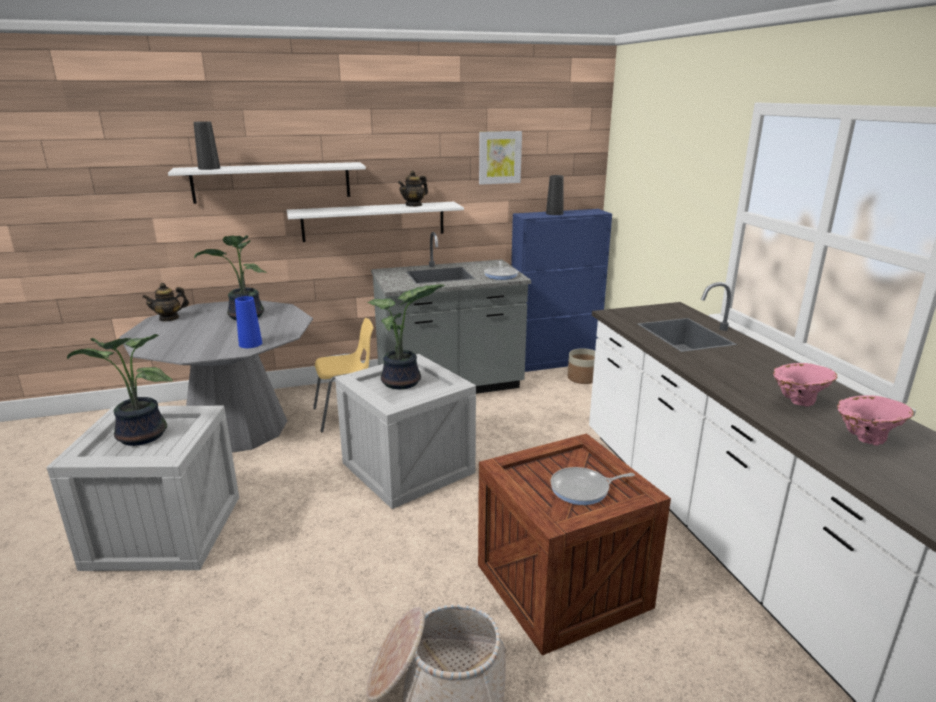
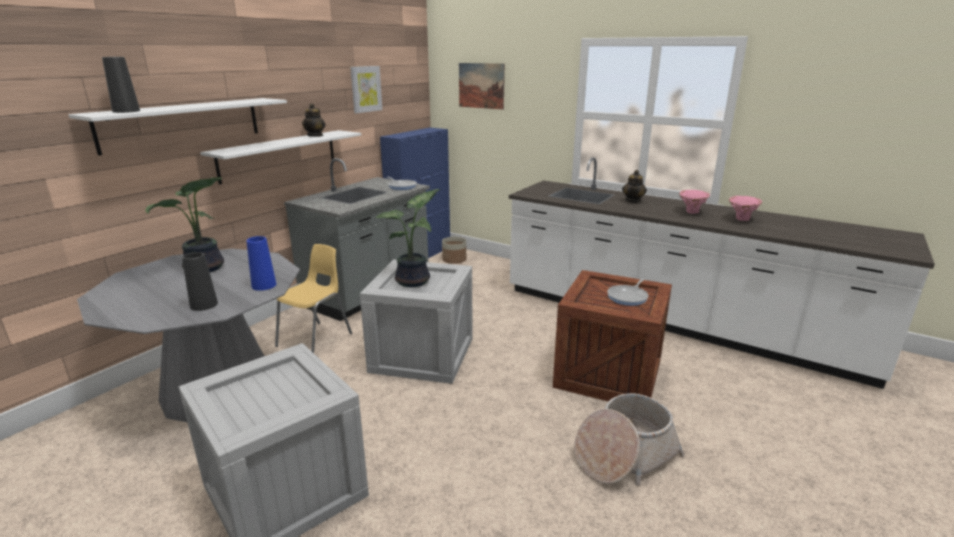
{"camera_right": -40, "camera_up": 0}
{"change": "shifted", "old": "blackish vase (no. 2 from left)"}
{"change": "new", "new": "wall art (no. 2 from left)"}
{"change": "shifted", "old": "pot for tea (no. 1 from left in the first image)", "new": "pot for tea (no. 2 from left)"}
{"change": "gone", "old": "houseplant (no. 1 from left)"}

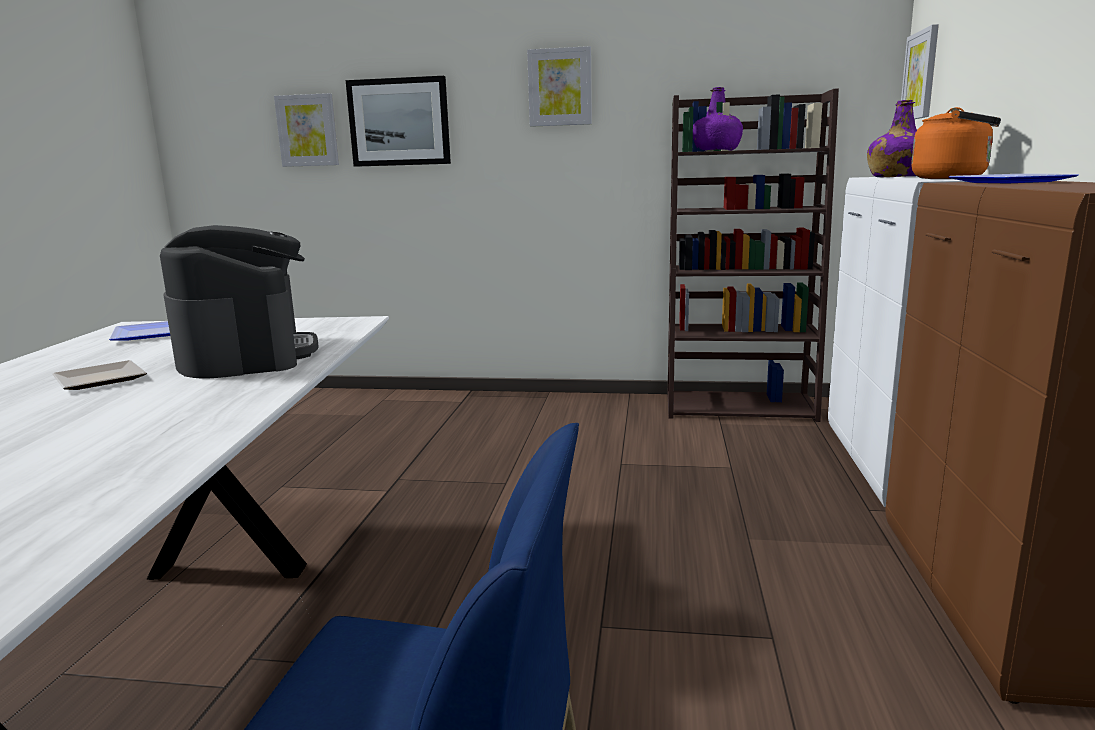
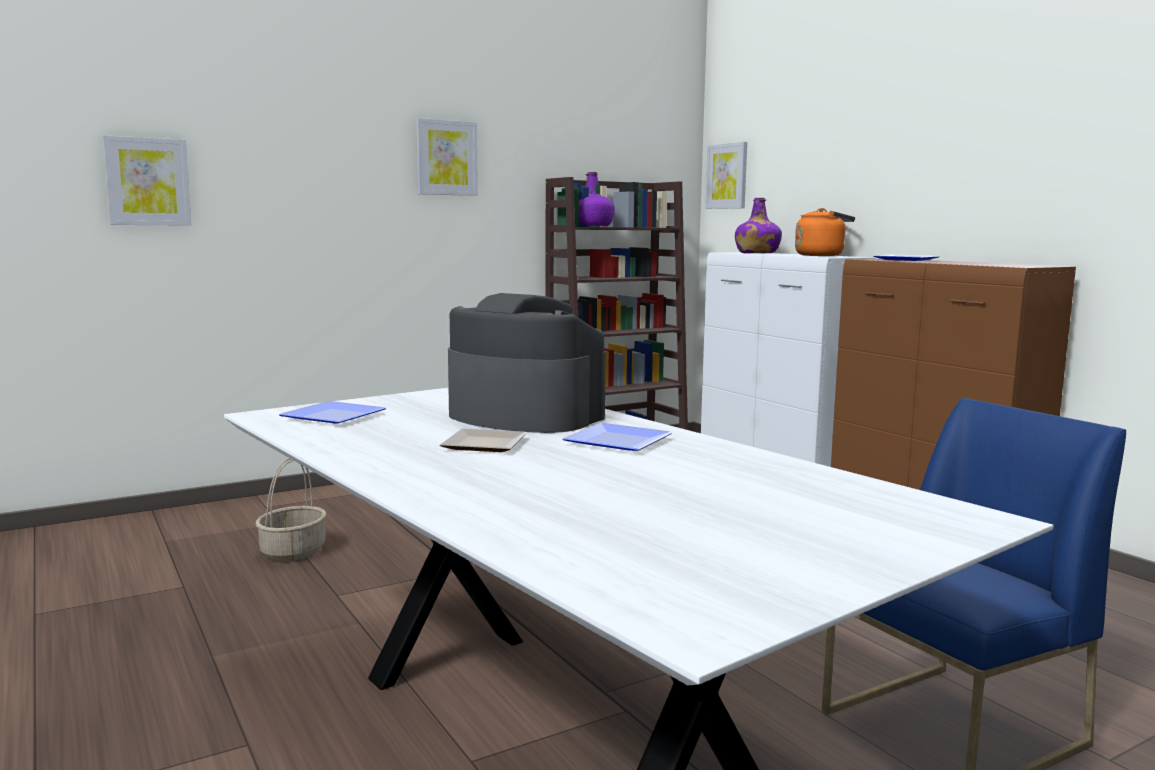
{"camera_right": -40, "camera_up": -5}
{"change": "new", "new": "storage basket"}
{"change": "new", "new": "dinner plate (no. 3 from left)"}
{"change": "gone", "old": "wall art (no. 2 from left)"}

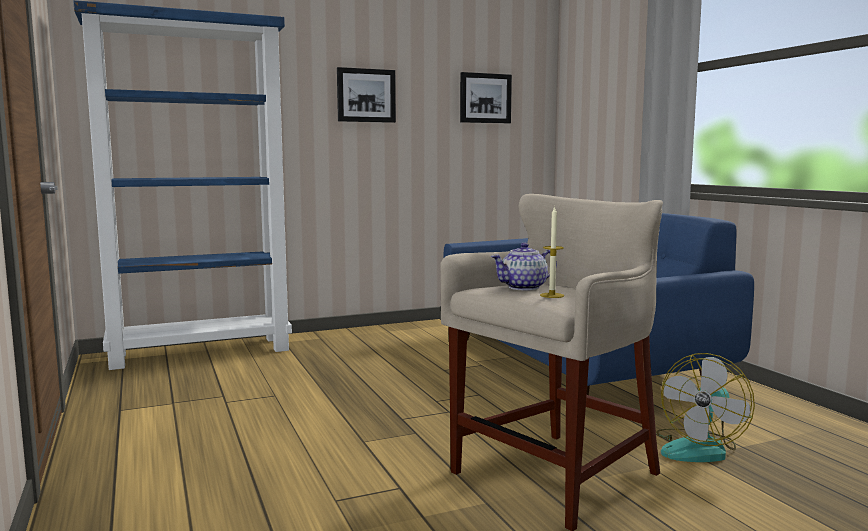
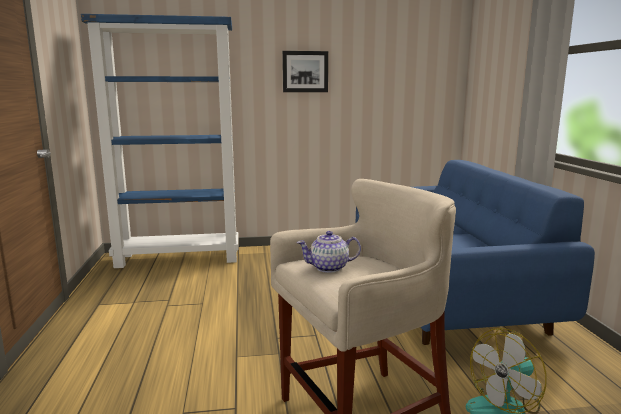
{"camera_right": 15, "camera_up": 5}
{"change": "gone", "old": "wall art (no. 2 from left)"}
{"change": "gone", "old": "candle"}

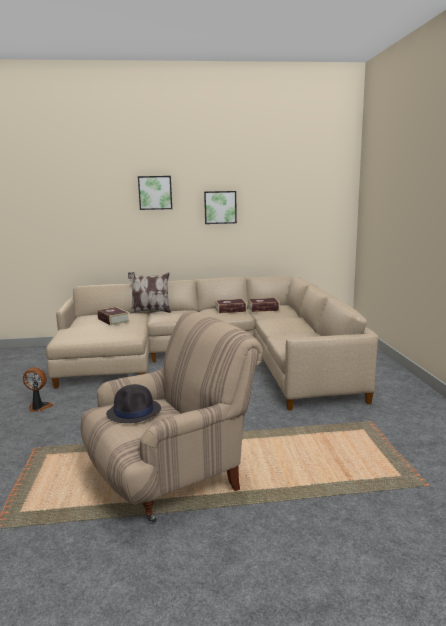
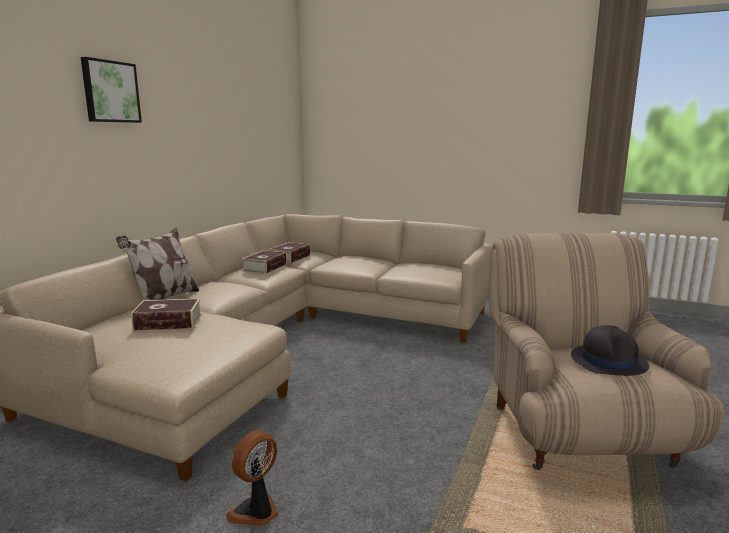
{"camera_right": -60, "camera_up": 0}
{"change": "gone", "old": "wall art (no. 2 from left)"}

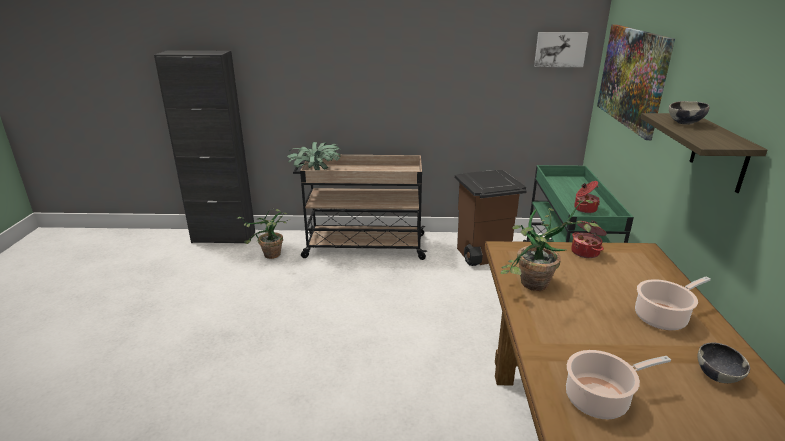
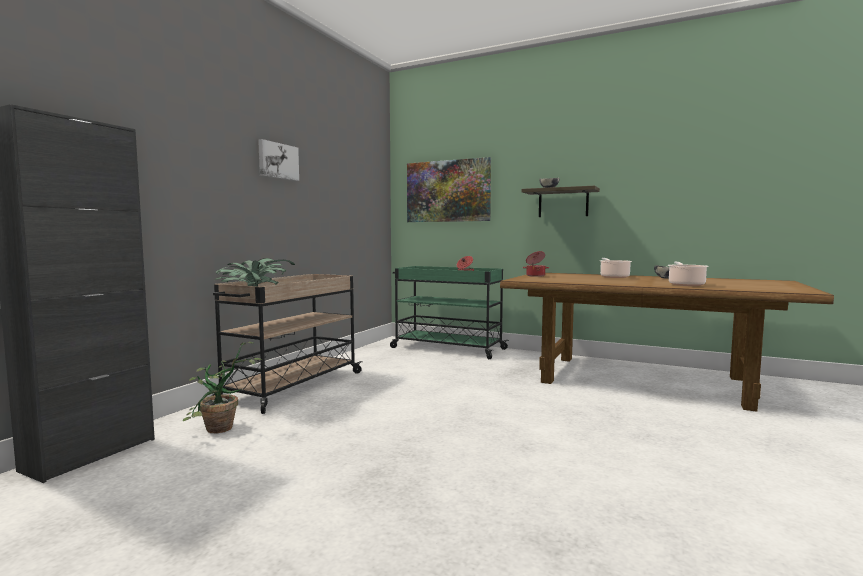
{"camera_right": -65, "camera_up": -20}
{"change": "shifted", "old": "wall art (no. 1 from left)"}
{"change": "gone", "old": "brownish waste bin"}
{"change": "gone", "old": "houseplant (no. 3 from left)"}

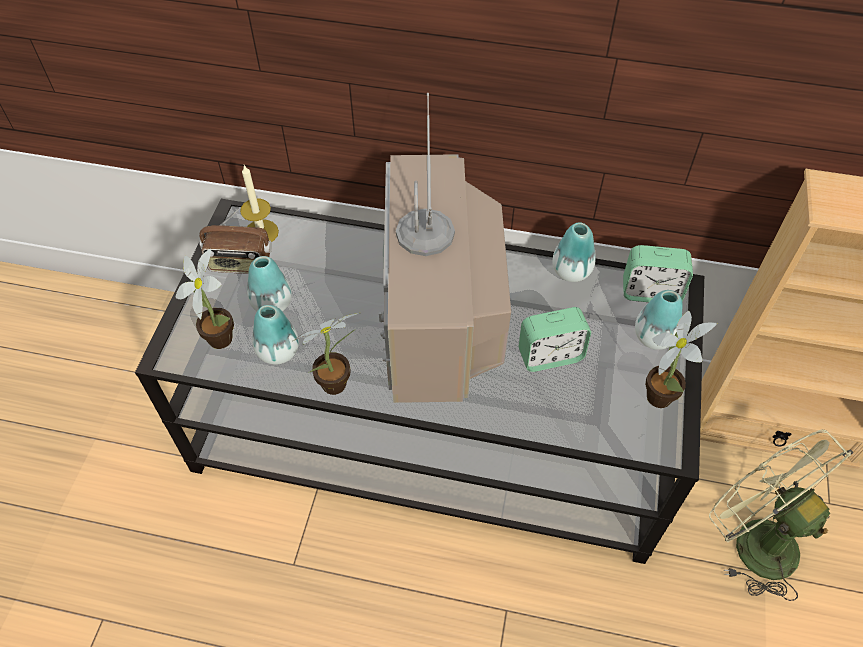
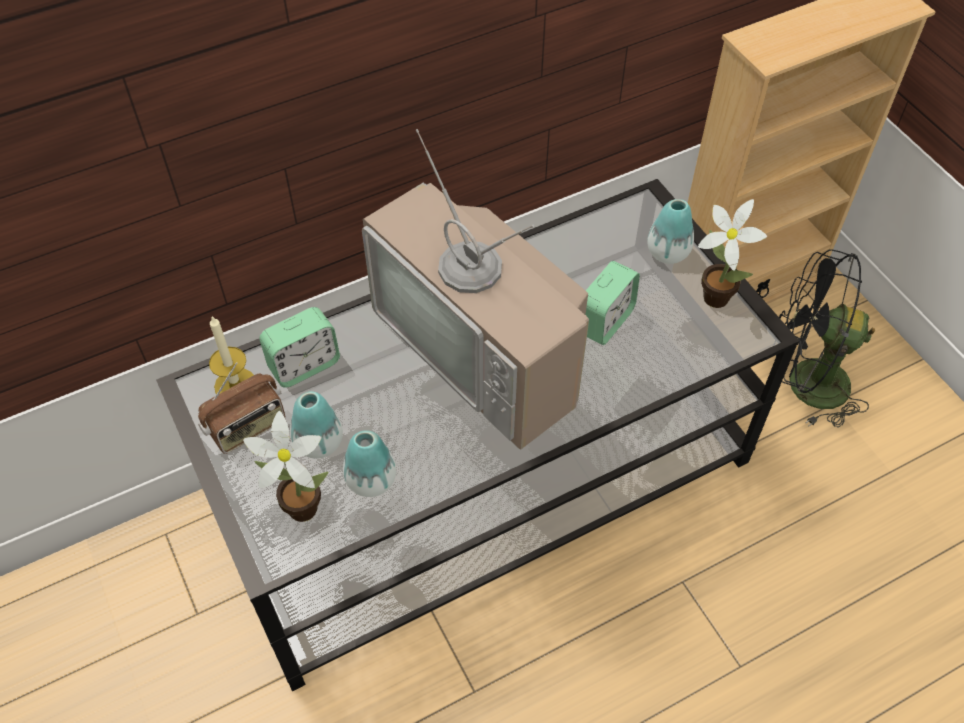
{"camera_right": -40, "camera_up": 0}
{"change": "shifted", "old": "bedside clock (no. 2 from left in the first image)", "new": "bedside clock (no. 1 from left)"}
{"change": "repainted", "old": "green electric fan", "new": "blackish electric fan"}
{"change": "gone", "old": "houseplant (no. 2 from left)"}
{"change": "gone", "old": "vase (no. 3 from left)"}

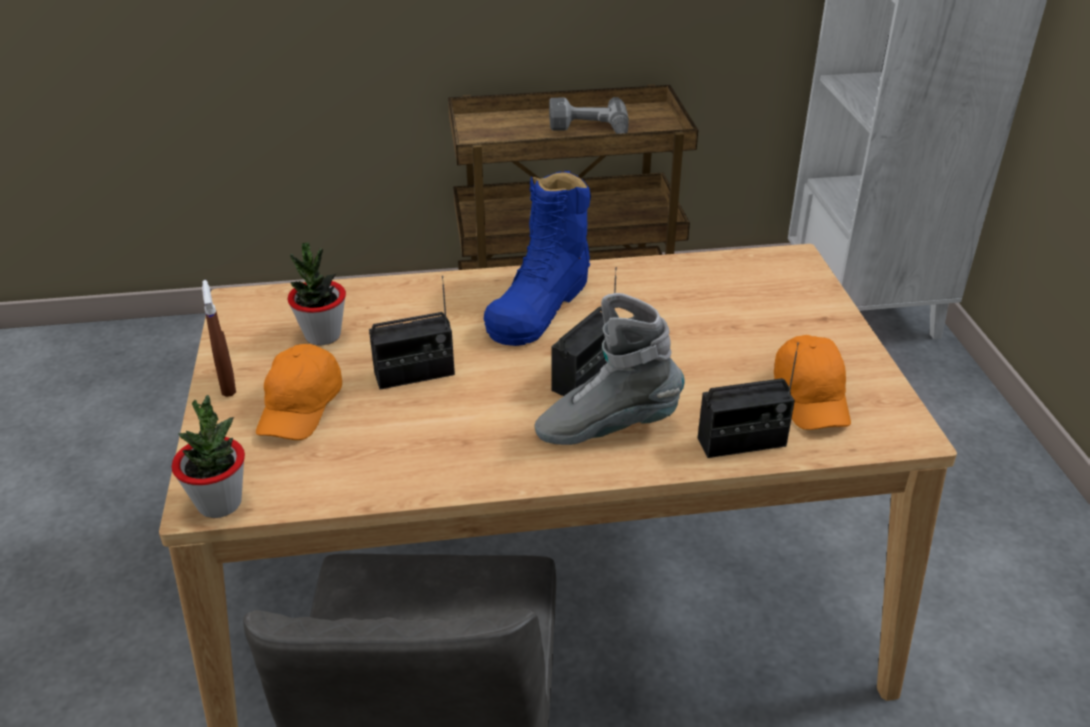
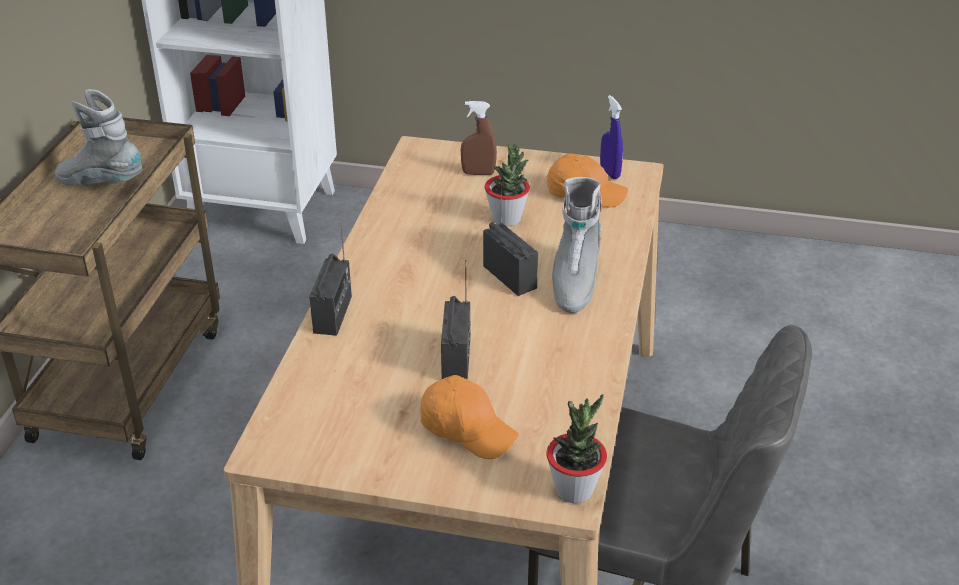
{"camera_right": -70, "camera_up": 0}
{"change": "swapped", "old": "power drill", "new": "grey boot (no. 1 from left)"}
{"change": "shifted", "old": "radio (no. 3 from left in the first image)", "new": "radio (no. 1 from left)"}
{"change": "shifted", "old": "brownish sprayer"}
{"change": "shifted", "old": "houseplant (no. 2 from left in the first image)", "new": "houseplant (no. 1 from left)"}
{"change": "new", "new": "blue-coloured sprayer"}
{"change": "gone", "old": "blue-coloured boot"}

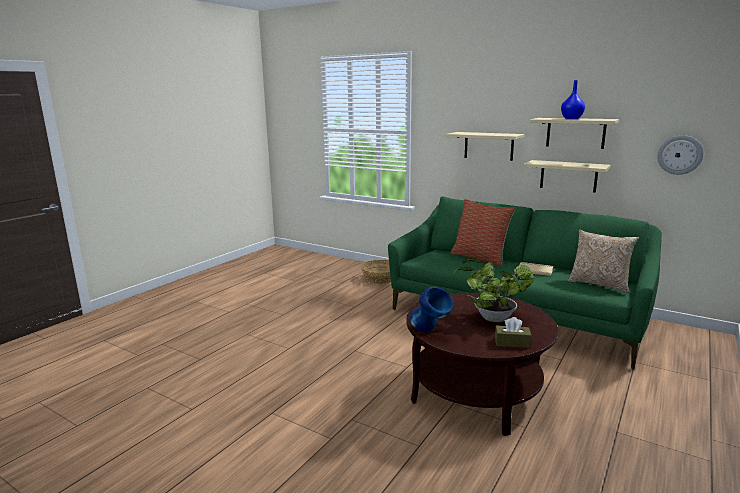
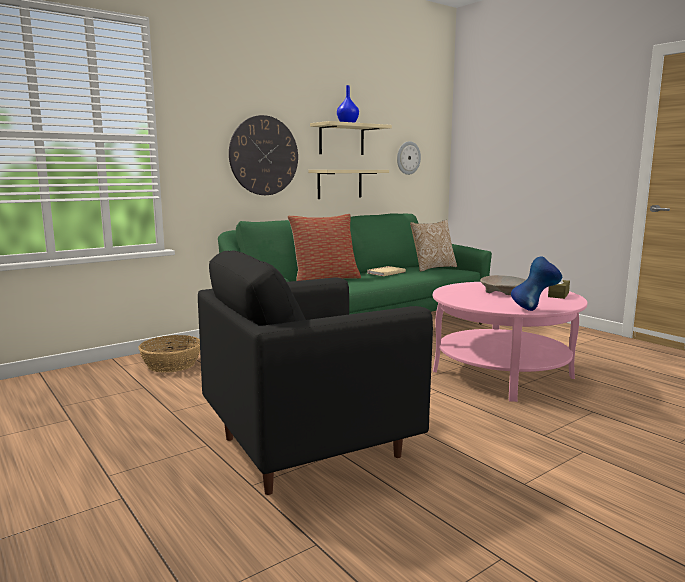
{"camera_right": -70, "camera_up": -5}
{"change": "new", "new": "blackish armchair"}
{"change": "swapped", "old": "beige shelf (no. 1 from left)", "new": "clock on the wall (no. 1 from left)"}
{"change": "repainted", "old": "brownish low table", "new": "pink low table"}
{"change": "swapped", "old": "houseplant", "new": "beige deep dish"}

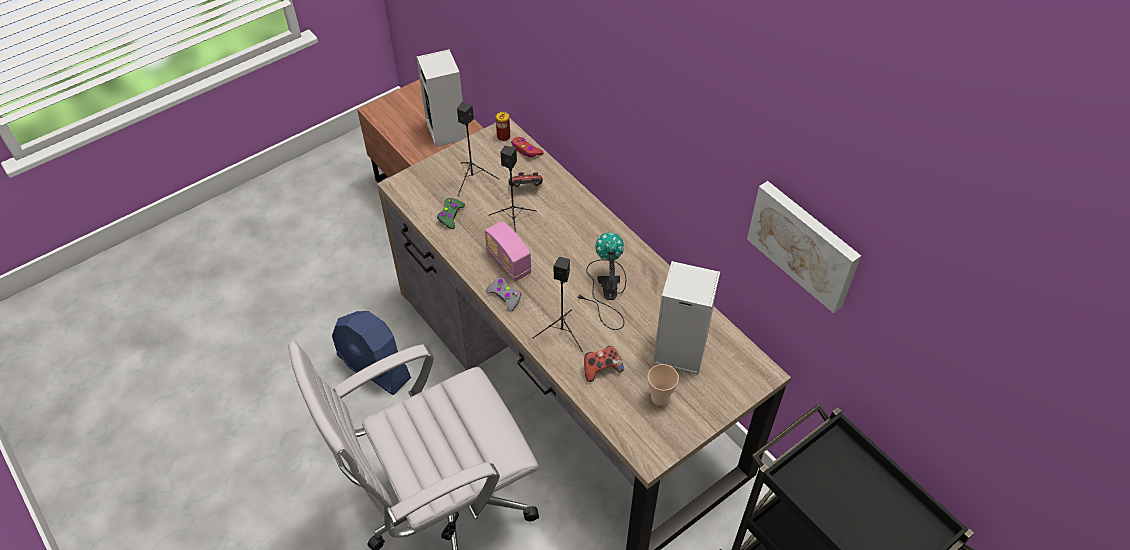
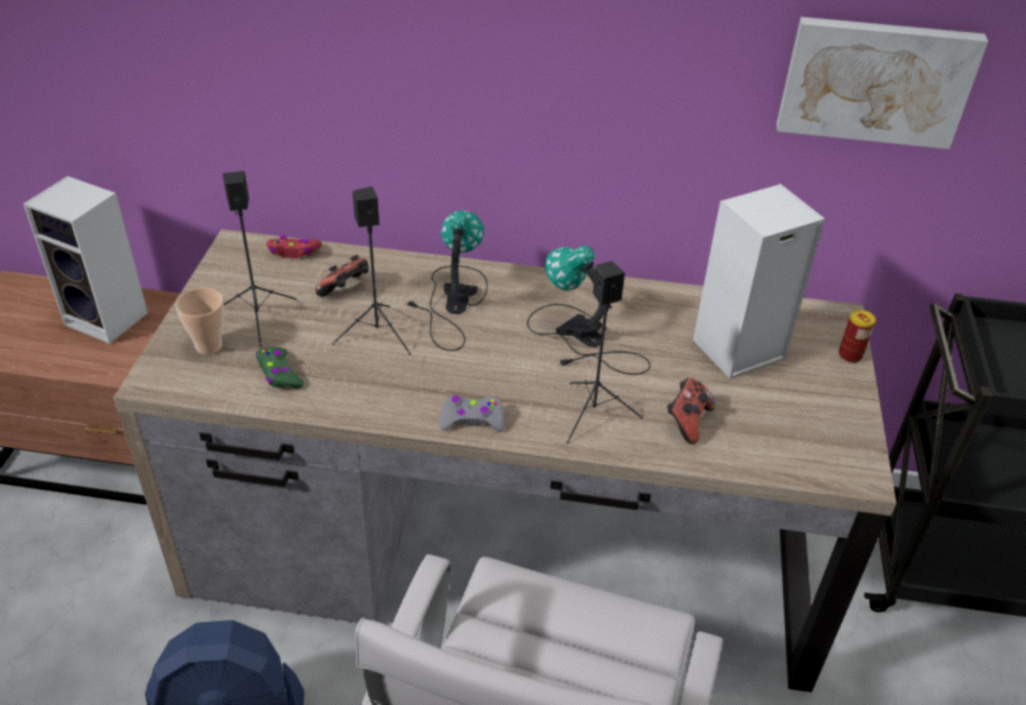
{"camera_right": -45, "camera_up": -10}
{"change": "shifted", "old": "small cup"}
{"change": "new", "new": "tabletop lamp (no. 1 from left)"}
{"change": "shifted", "old": "can"}
{"change": "gone", "old": "radio"}

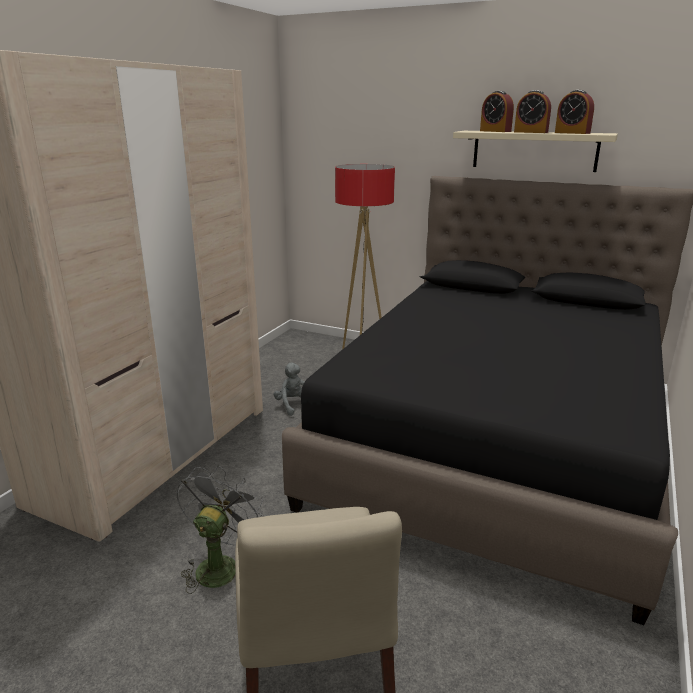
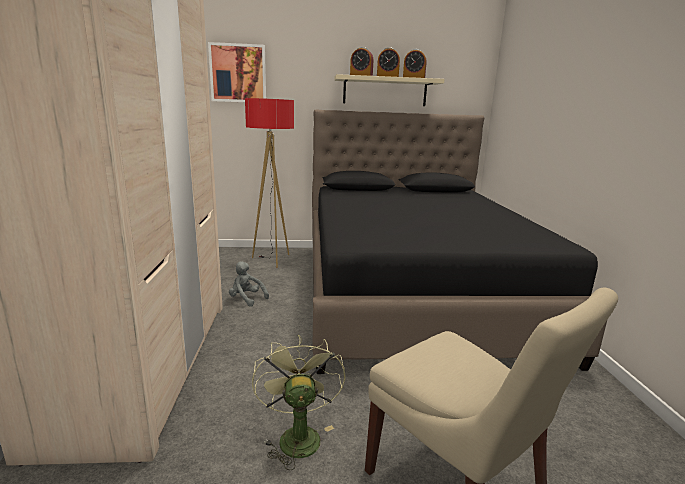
{"camera_right": -30, "camera_up": -5}
{"change": "new", "new": "wall art"}
{"change": "repainted", "old": "grey electric fan", "new": "green electric fan"}

